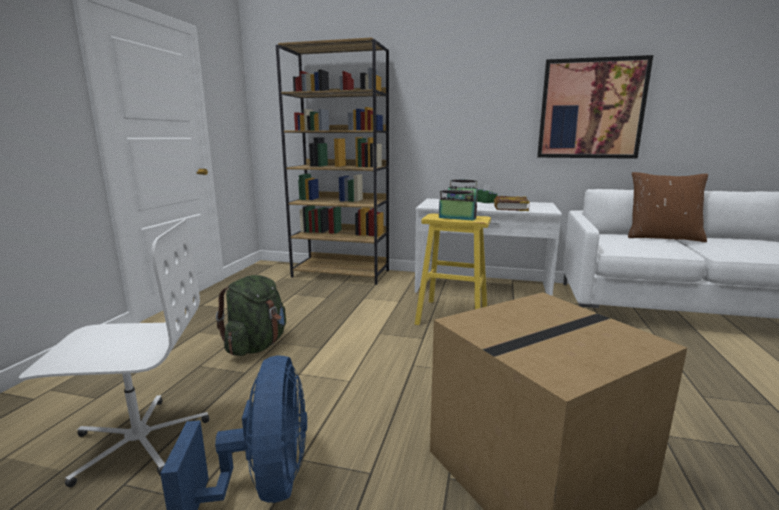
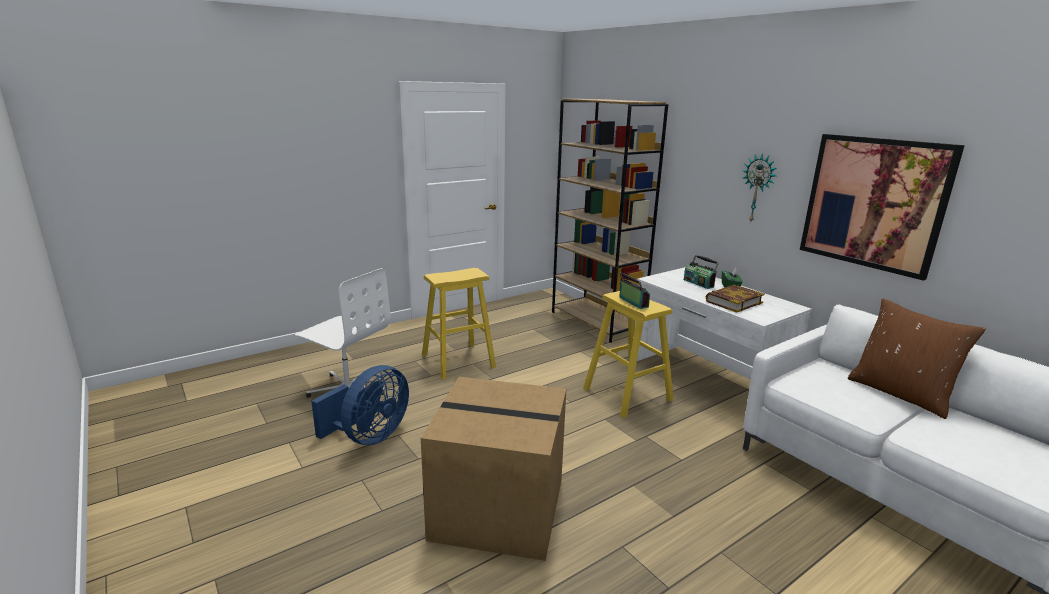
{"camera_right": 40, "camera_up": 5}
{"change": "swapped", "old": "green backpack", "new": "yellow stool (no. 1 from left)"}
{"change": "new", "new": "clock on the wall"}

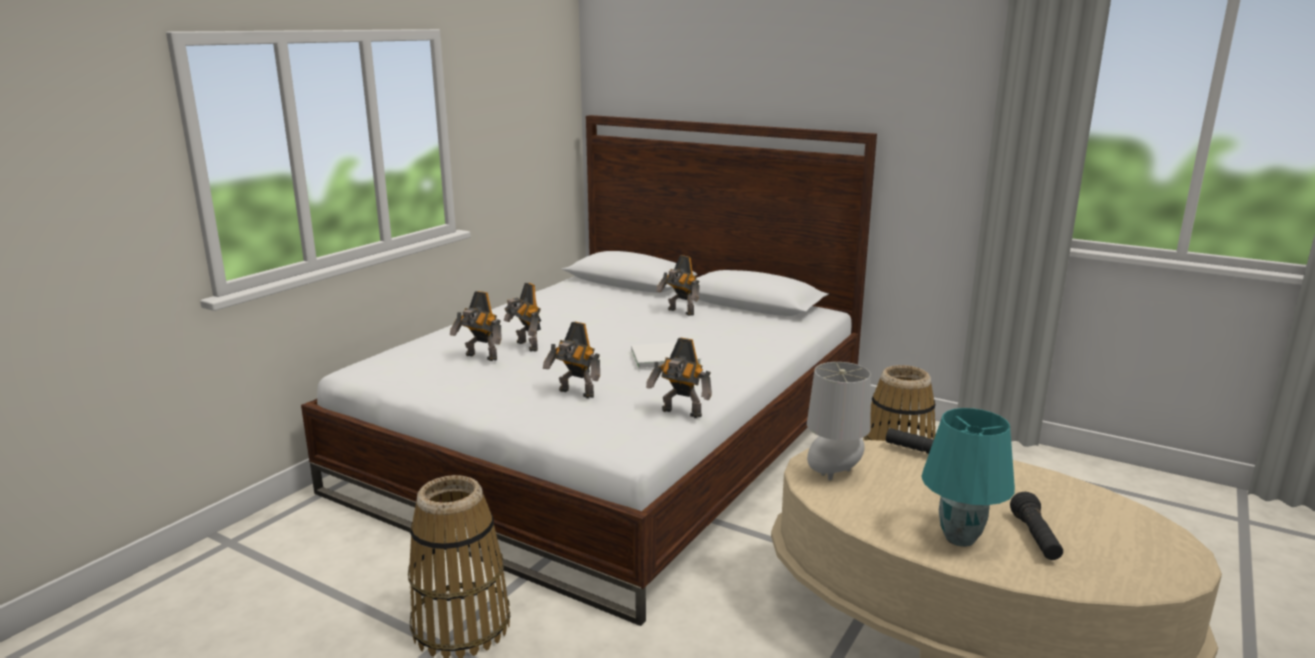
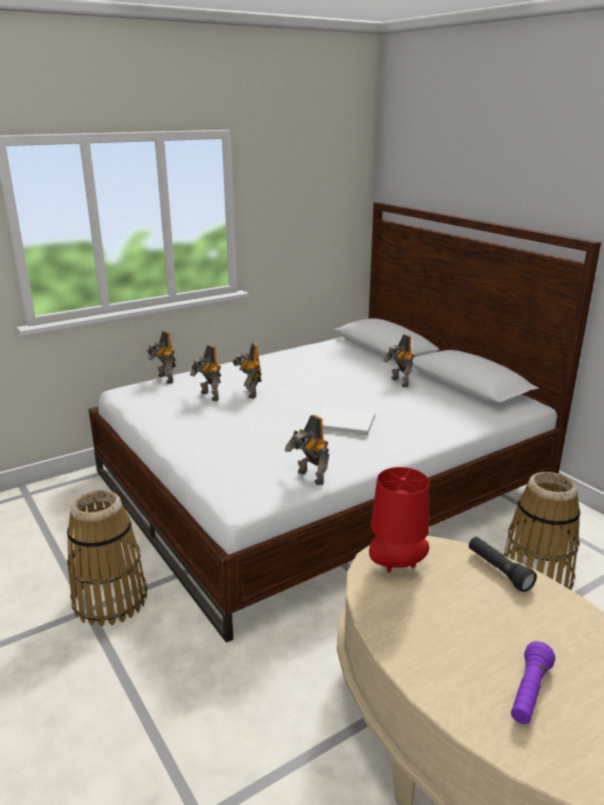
{"camera_right": 25, "camera_up": 5}
{"change": "shifted", "old": "toy robot (no. 3 from left in the first image)", "new": "toy robot (no. 1 from left)"}
{"change": "repainted", "old": "grey tabletop lamp", "new": "reddish tabletop lamp"}
{"change": "repainted", "old": "blackish hand torch (no. 2 from left)", "new": "purplish hand torch"}
{"change": "gone", "old": "turquoise tabletop lamp"}

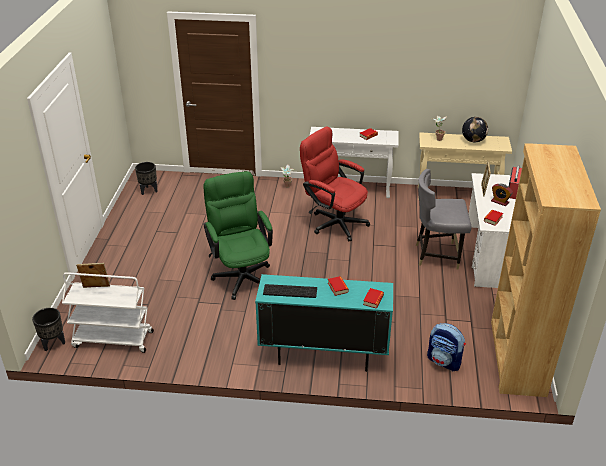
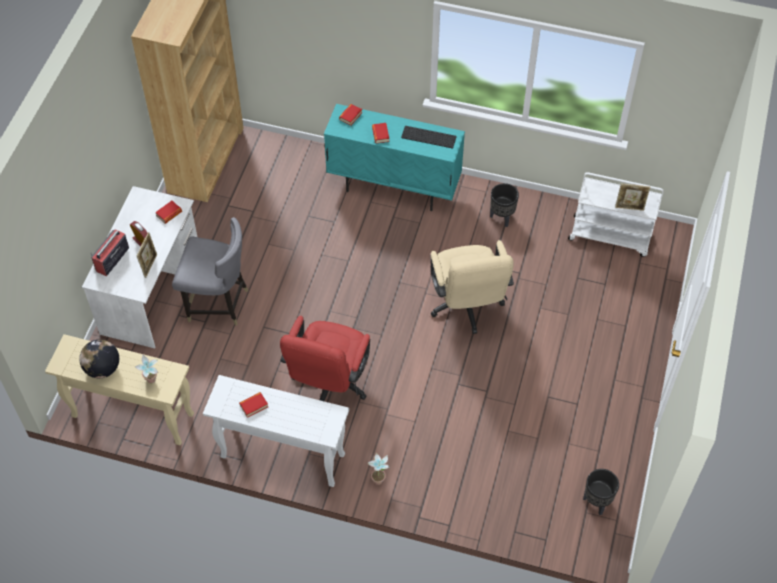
{"camera_right": -170, "camera_up": 20}
{"change": "rotated", "old": "reddish desk chair", "degrees": 60}
{"change": "repainted", "old": "green desk chair", "new": "beige desk chair"}
{"change": "shifted", "old": "blackish planter (no. 1 from left)"}
{"change": "gone", "old": "backpack"}

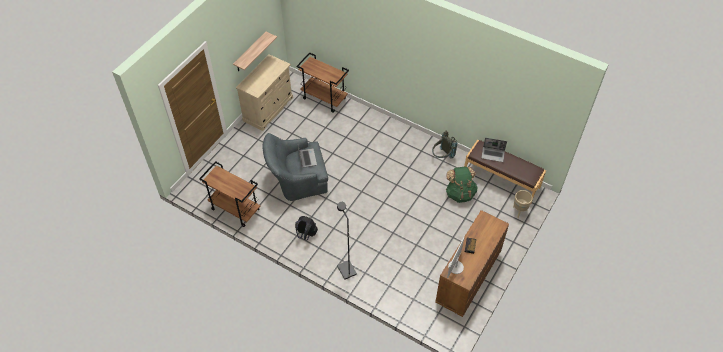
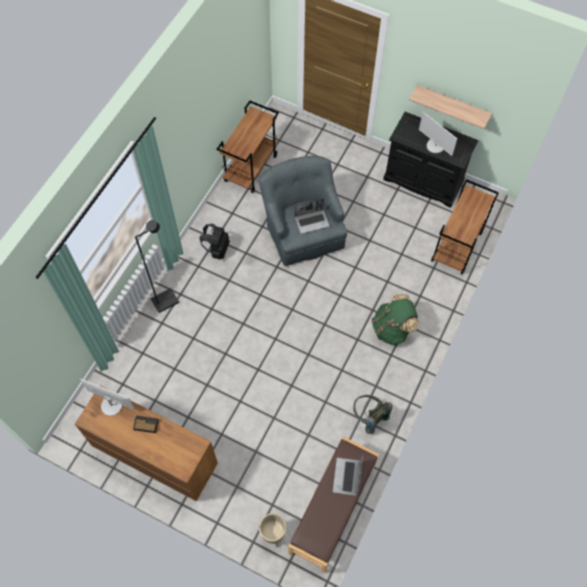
{"camera_right": 85, "camera_up": 10}
{"change": "shifted", "old": "green backpack"}
{"change": "repainted", "old": "beige cabinet", "new": "blackish cabinet"}
{"change": "new", "new": "monitor (no. 2 from left)"}

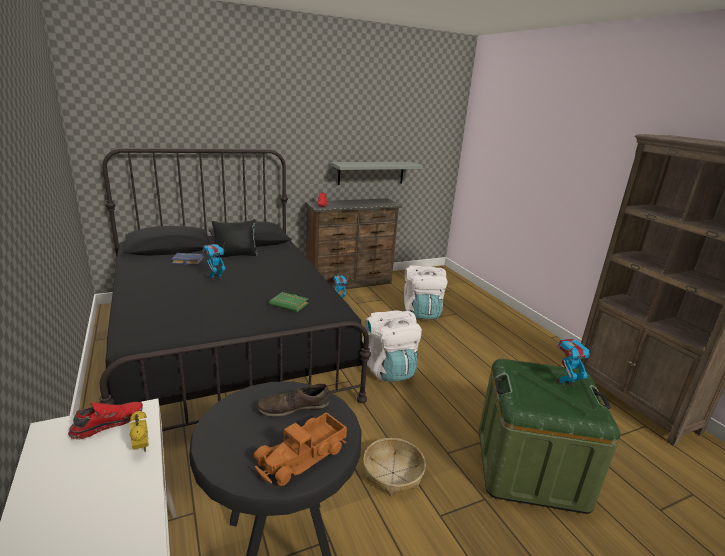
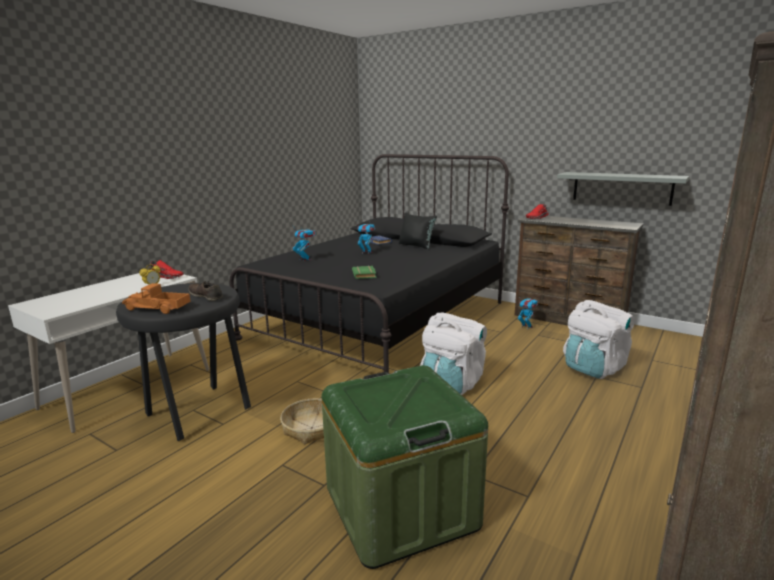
{"camera_right": 60, "camera_up": -5}
{"change": "shifted", "old": "toy robot (no. 3 from left in the first image)", "new": "toy robot (no. 1 from left)"}

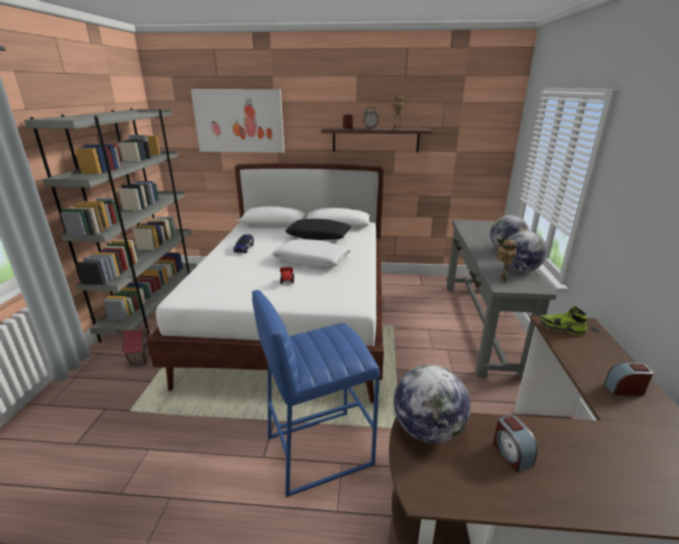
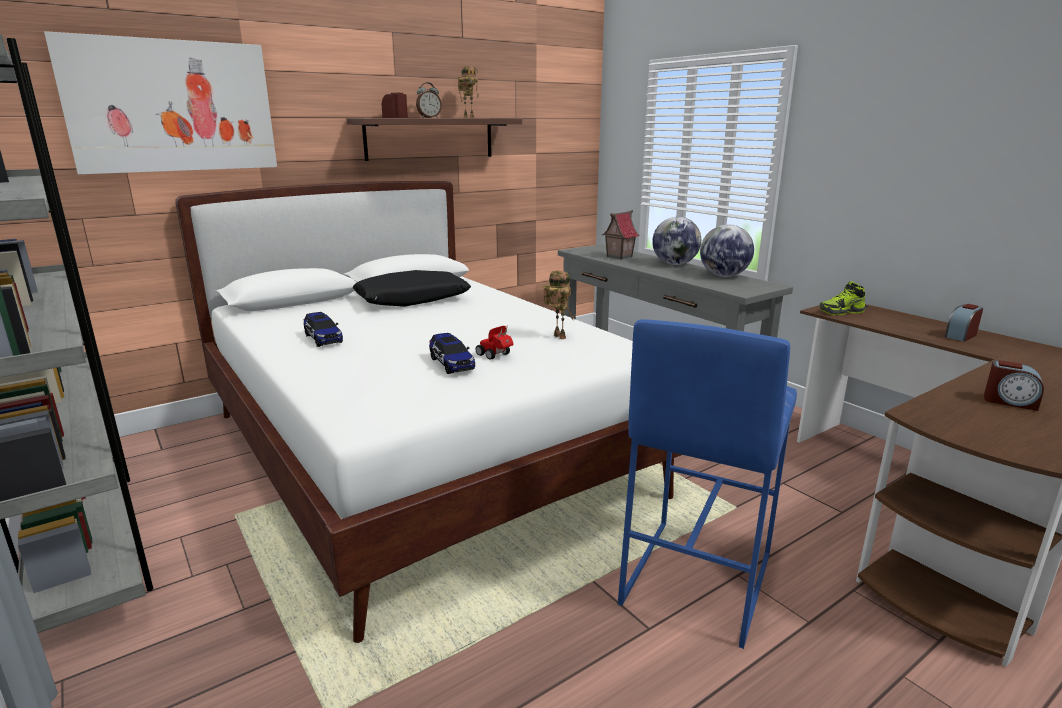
{"camera_right": -40, "camera_up": -5}
{"change": "new", "new": "toy car (no. 2 from left)"}
{"change": "shifted", "old": "toy robot (no. 2 from left)"}
{"change": "shifted", "old": "model house"}
{"change": "gone", "old": "white pillow"}
{"change": "gone", "old": "globe (no. 1 from left)"}

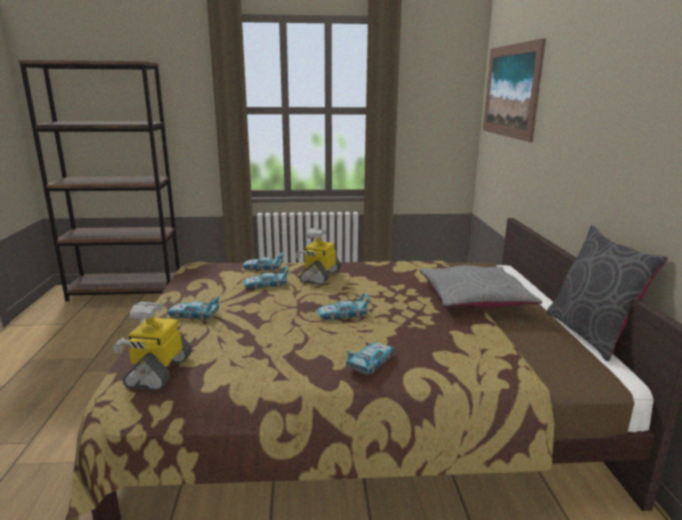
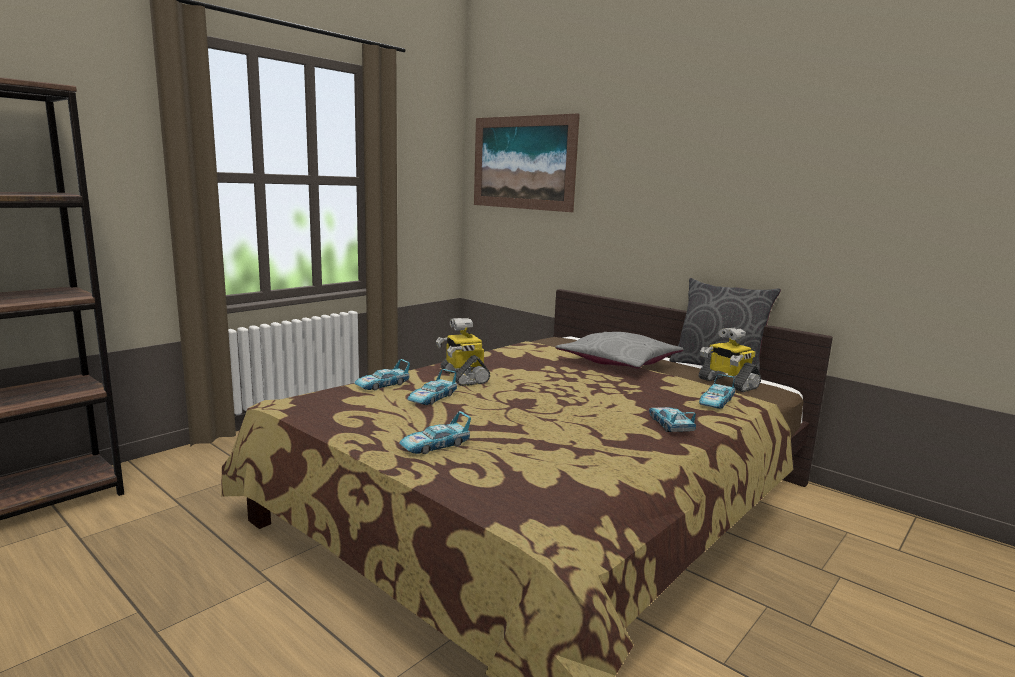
{"camera_right": -45, "camera_up": -5}
{"change": "shifted", "old": "toy robot (no. 1 from left in the first image)", "new": "toy robot (no. 2 from left)"}
{"change": "shifted", "old": "toy car (no. 4 from left in the first image)", "new": "toy car (no. 5 from left)"}

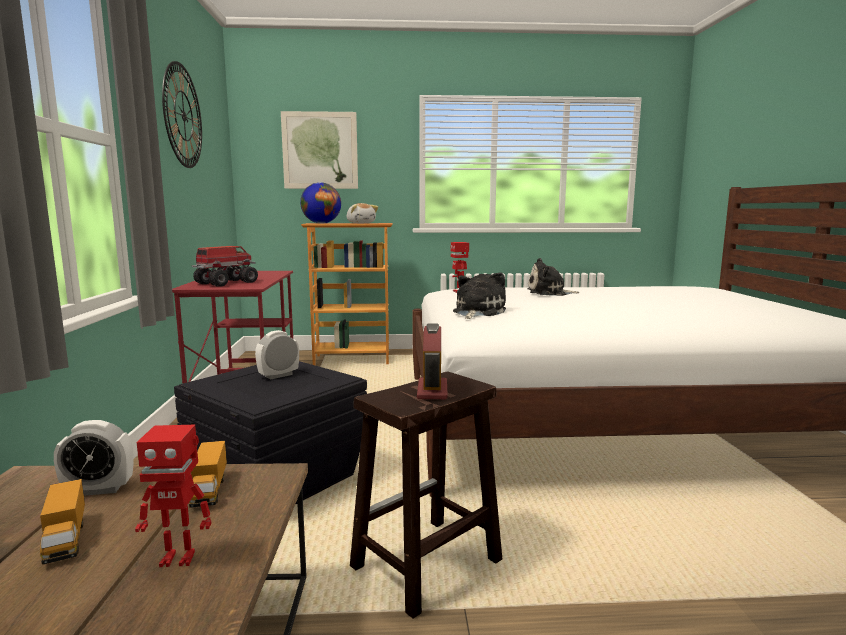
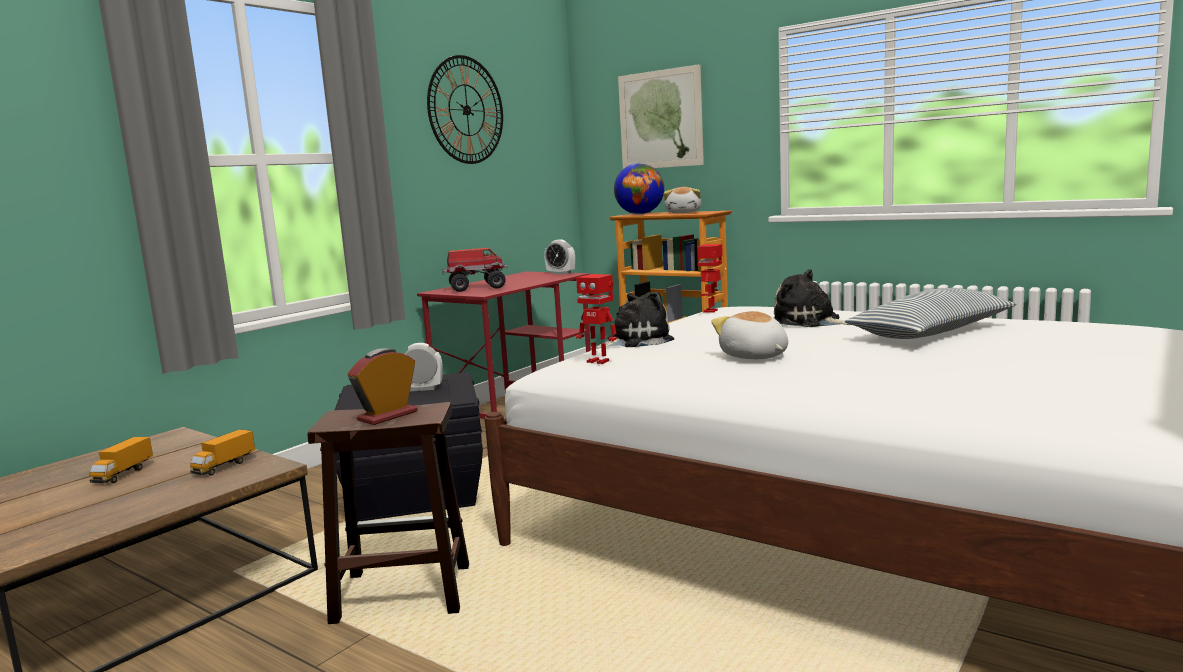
{"camera_right": 40, "camera_up": 0}
{"change": "shifted", "old": "bedside clock (no. 1 from left in the first image)", "new": "bedside clock (no. 3 from left)"}
{"change": "shifted", "old": "toy robot (no. 1 from left)"}
{"change": "new", "new": "plush toy (no. 3 from left)"}
{"change": "new", "new": "pillow"}

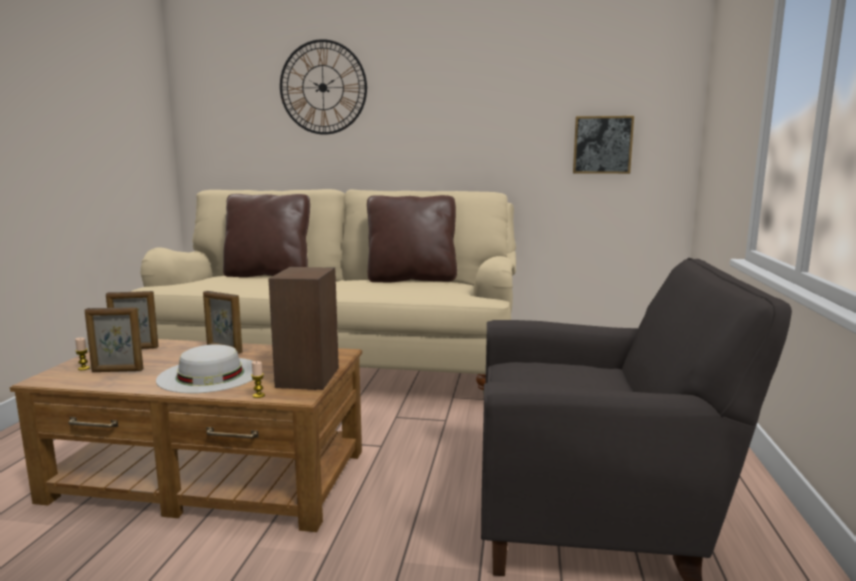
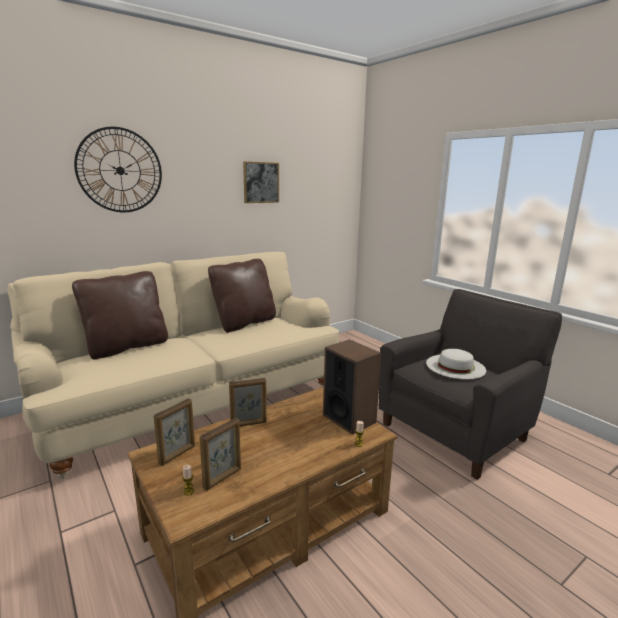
{"camera_right": -45, "camera_up": 5}
{"change": "shifted", "old": "wall art"}
{"change": "shifted", "old": "white clothing hat"}

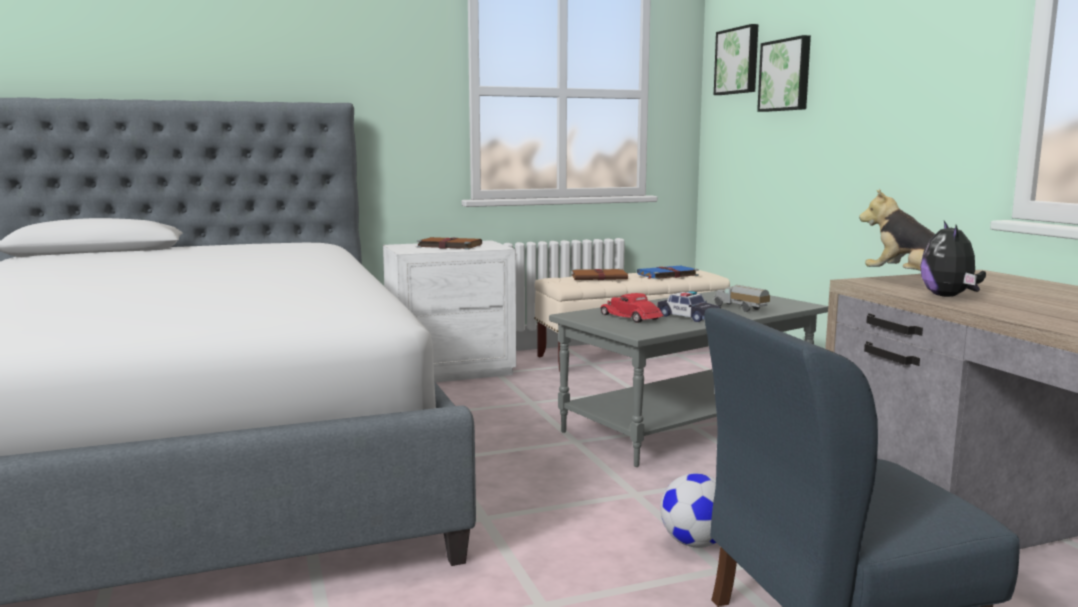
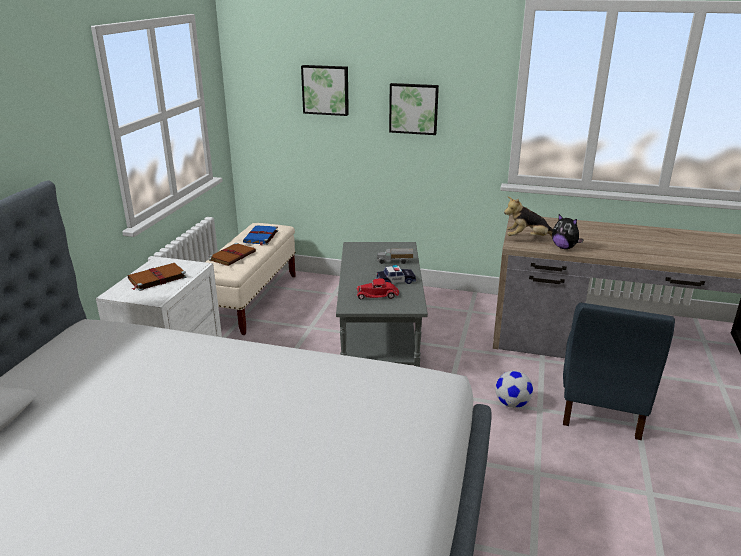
{"camera_right": -55, "camera_up": 15}
{"change": "shifted", "old": "wall art (no. 1 from left in the first image)", "new": "wall art (no. 2 from left)"}

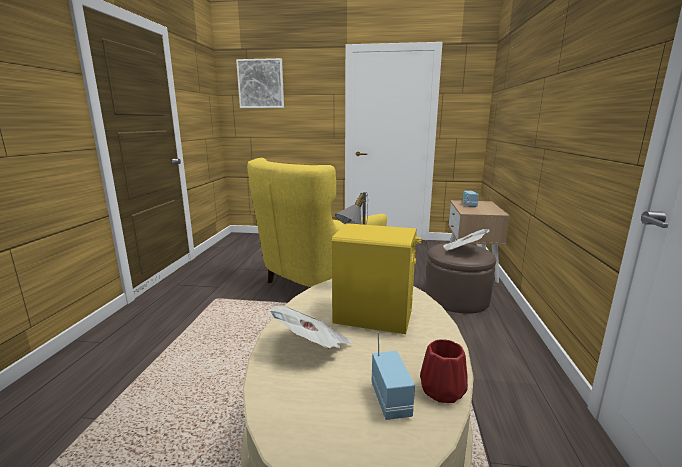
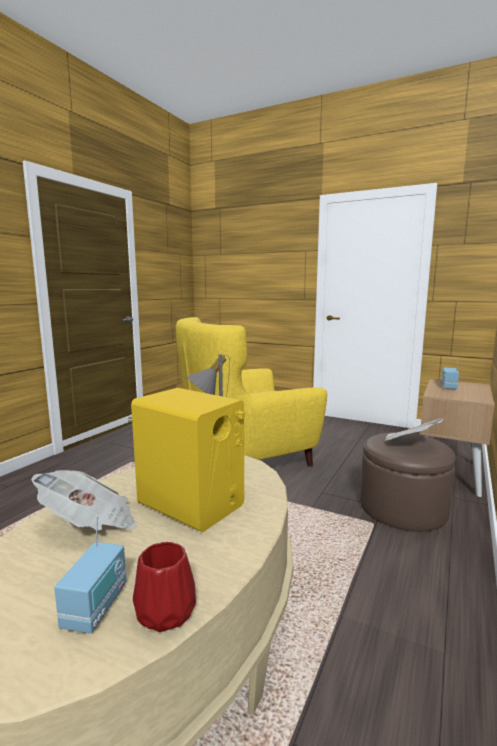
{"camera_right": 20, "camera_up": -5}
{"change": "gone", "old": "wall art"}

